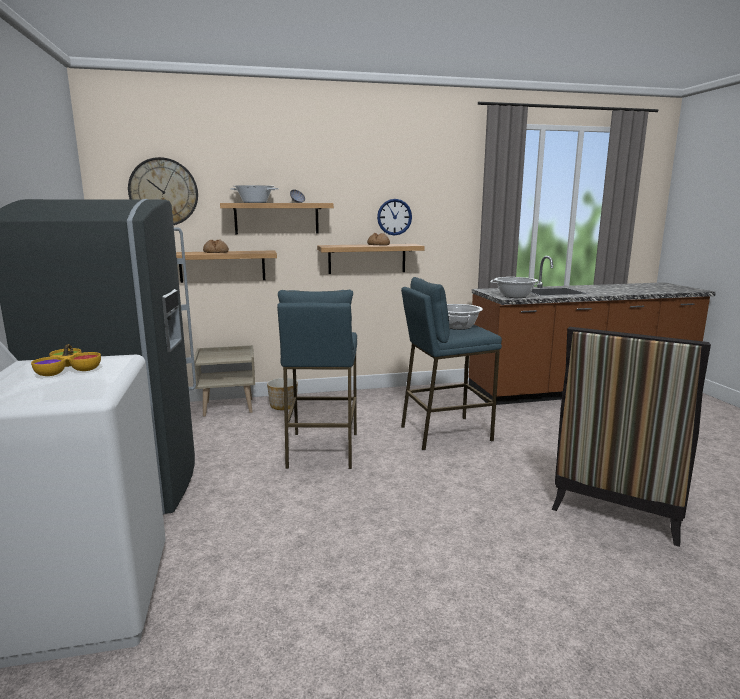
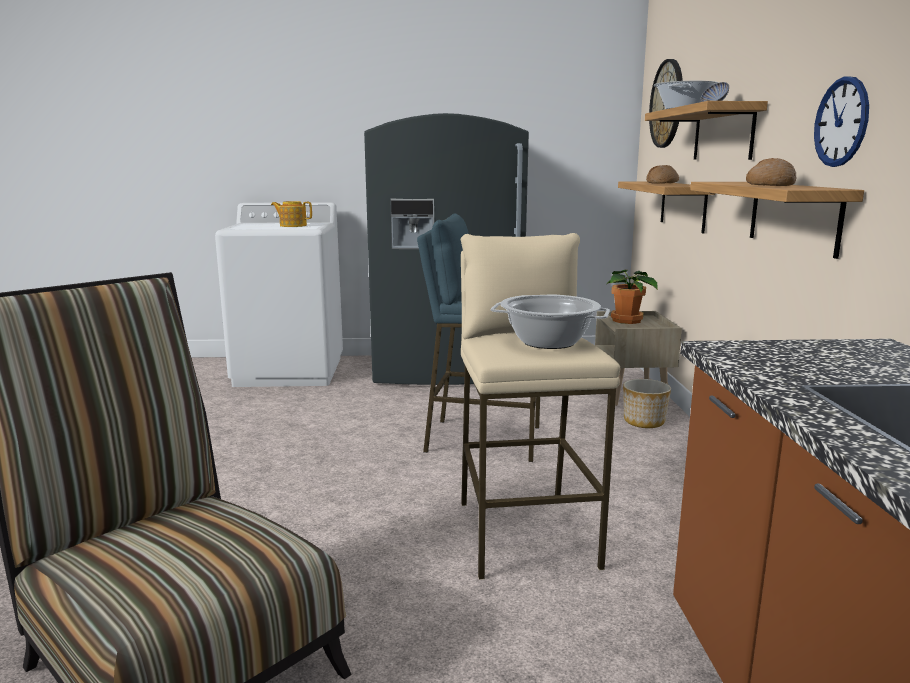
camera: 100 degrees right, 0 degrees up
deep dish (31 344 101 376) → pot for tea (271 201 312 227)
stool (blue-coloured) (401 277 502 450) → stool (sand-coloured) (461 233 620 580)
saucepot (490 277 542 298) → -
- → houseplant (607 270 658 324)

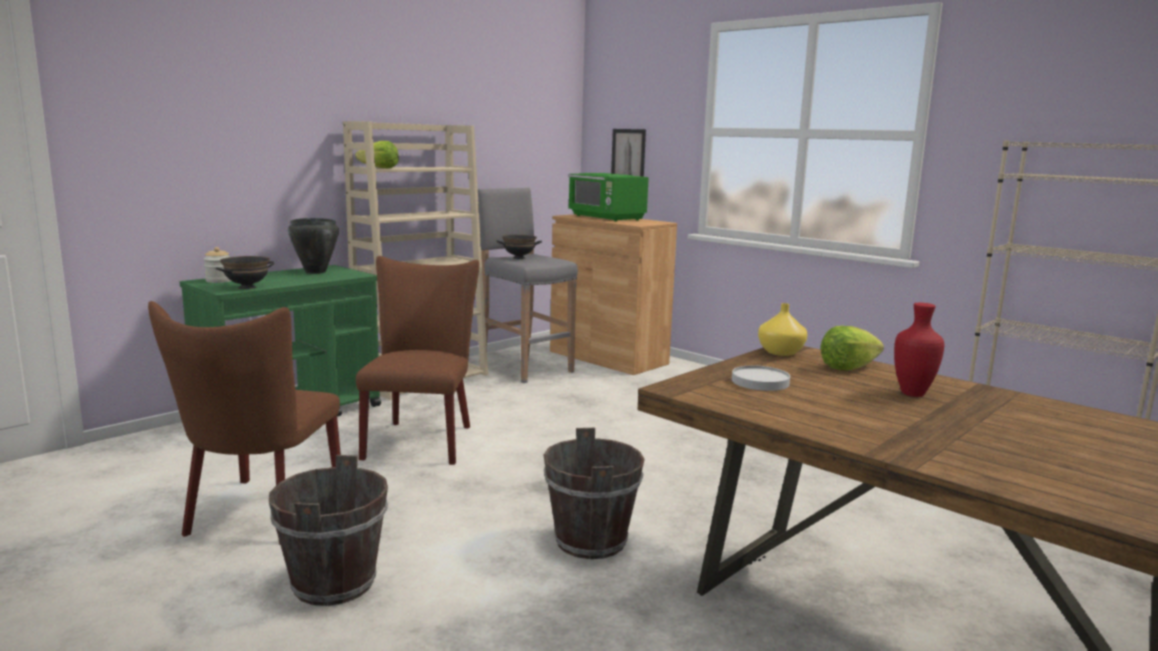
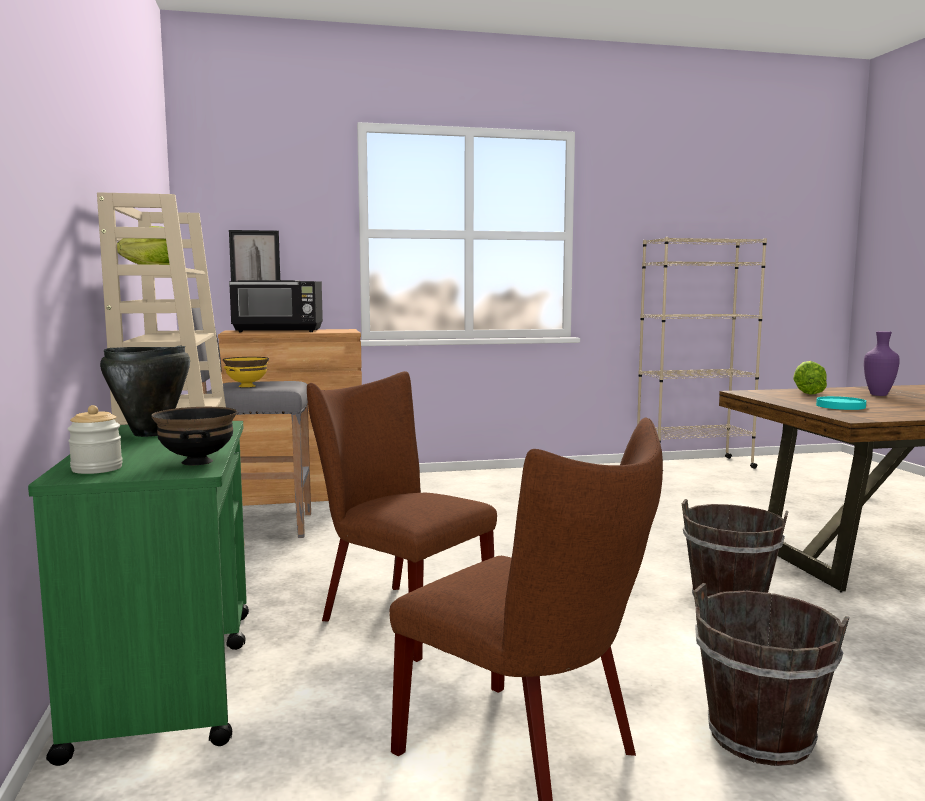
camera: 55 degrees left, 5 degrees down
deep dish (blackish) (497 235 542 259) → deep dish (yellow-coloured) (223 357 269 387)
microwave oven (green) (568 173 649 222) → microwave oven (blackish) (229 280 323 332)
flat dish (white-coloured) (732 366 790 391) → flat dish (turquoise) (816 396 866 410)
flower vase (yellow-coloured) (758 303 807 356) → -
flower vase (reddish) (894 303 944 397) → flower vase (purple-coloured) (864 331 900 396)

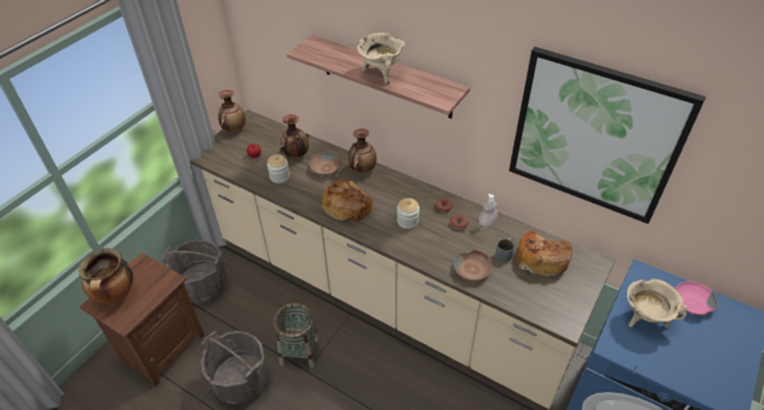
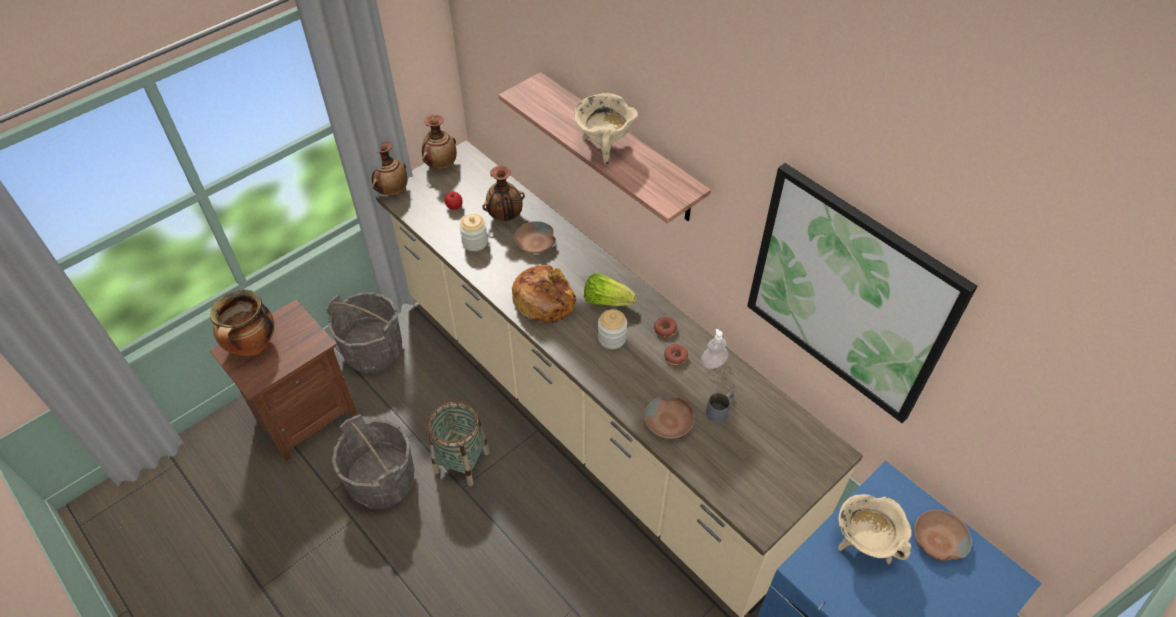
camera: 15 degrees right, 5 degrees up
flower vase (348 129 377 173) → flower vase (372 142 407 195), moved
baked bread (517 231 572 276) → -
deep dish (pink) (675 281 718 316) → deep dish (brown) (914 510 972 561)
- → lettuce head (584 273 637 306)

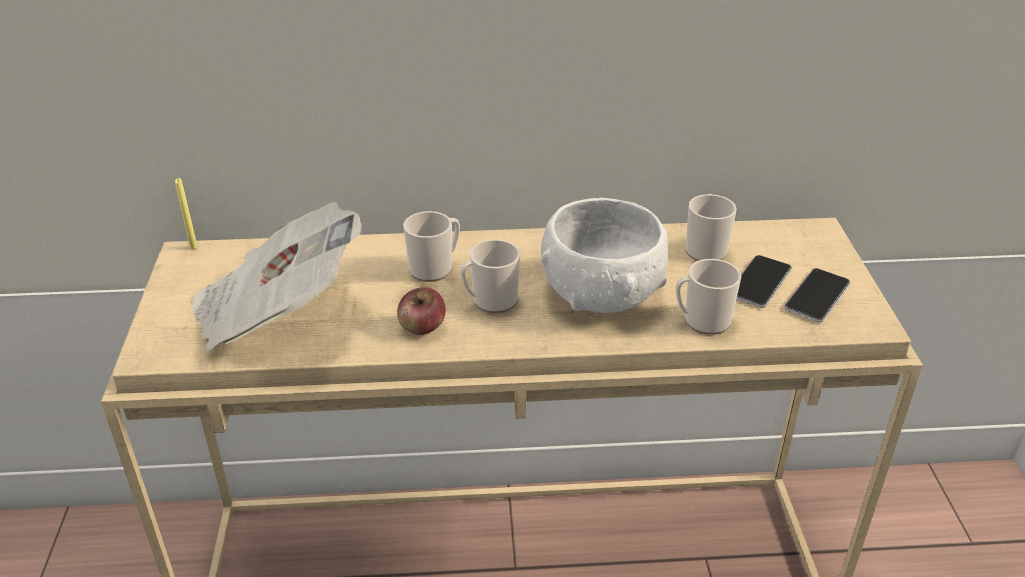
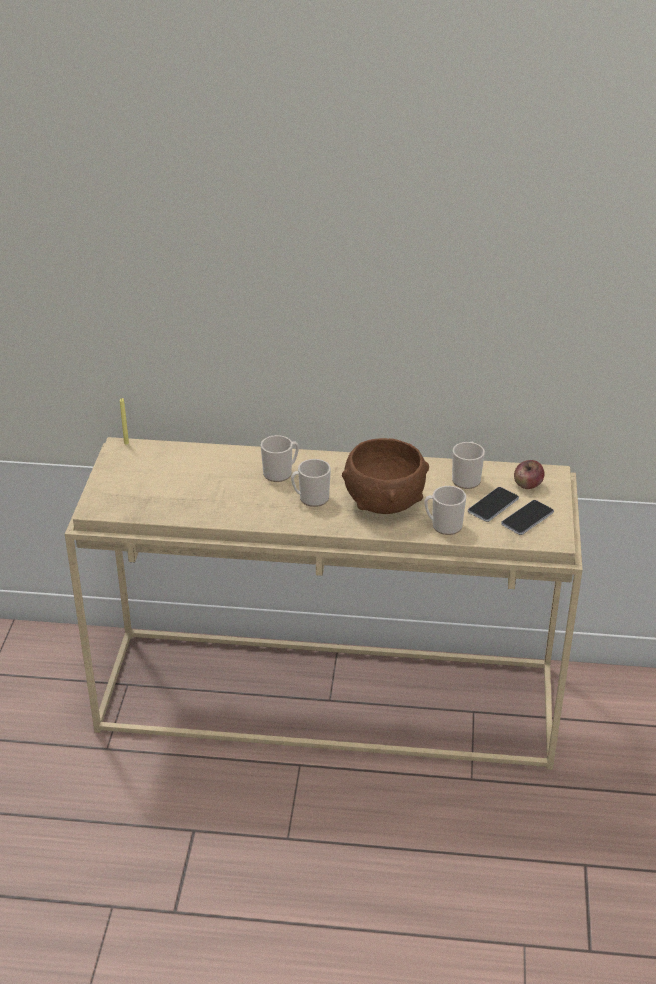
camera: 10 degrees right, 0 degrees up
printed paper (191 202 362 351) → -
apple (397 287 446 335) → apple (514 460 545 489), moved
deep dish (white-coloured) (541 198 668 313) → deep dish (brown) (342 438 429 514)

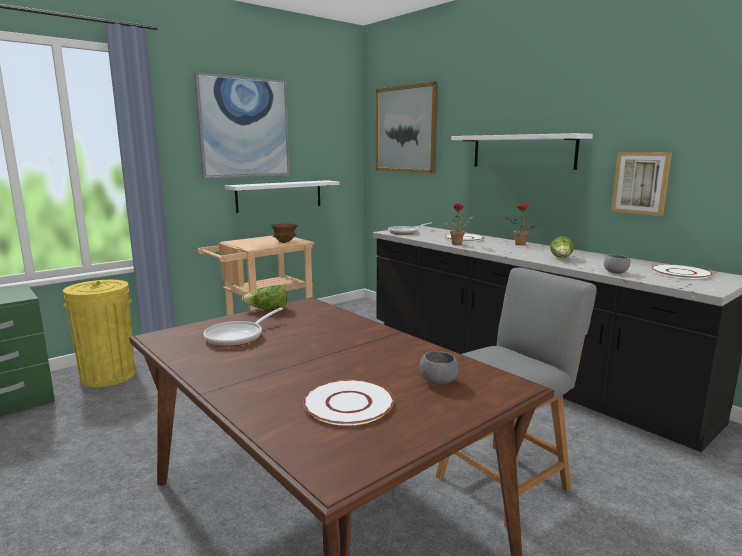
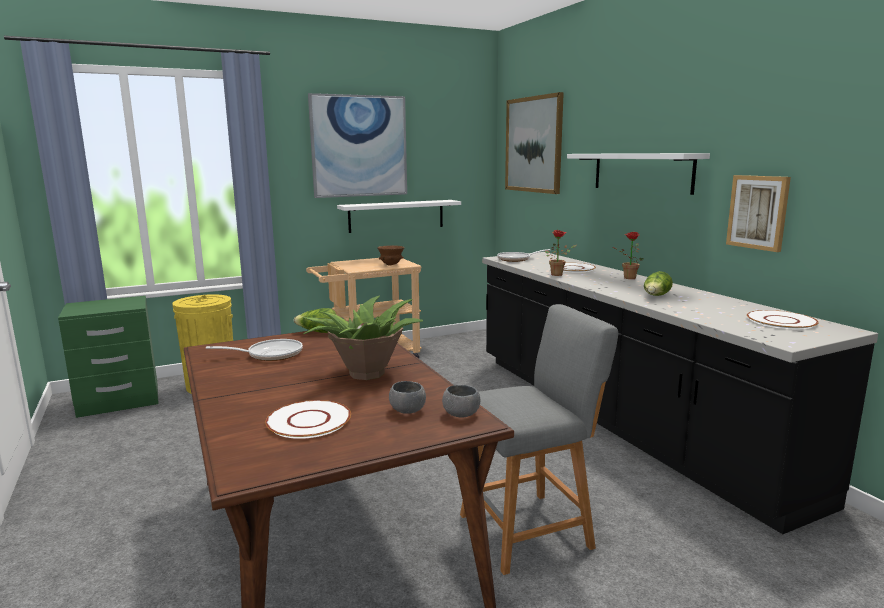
camera: 15 degrees right, 0 degrees up
pan (203 308 283 347) → pan (206 339 303 361), 150 degrees counterclockwise
deep dish (greyish) (604 255 630 274) → deep dish (greyish) (442 385 480 418), moved
- → houseplant (303 295 423 380)

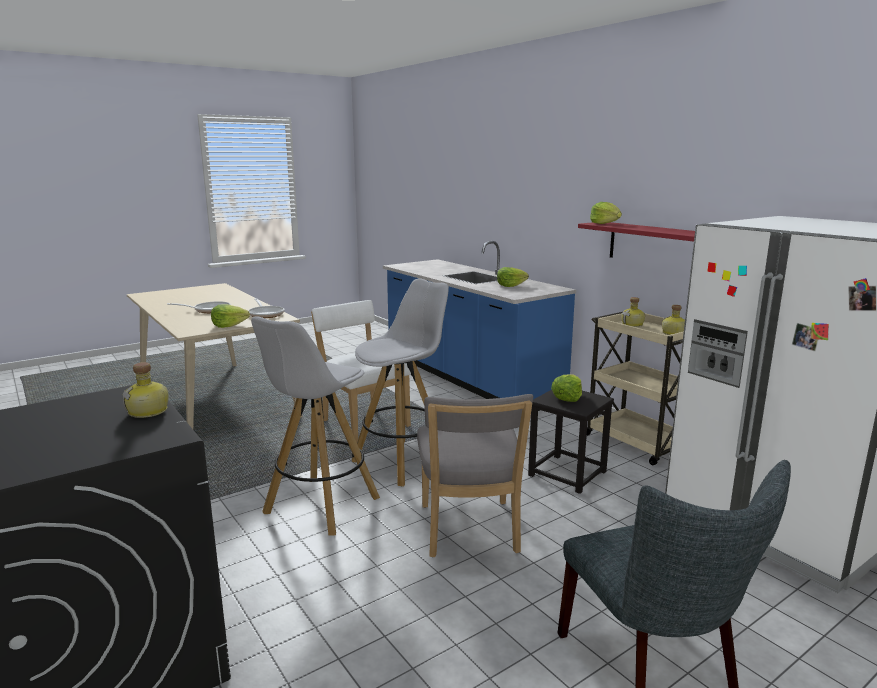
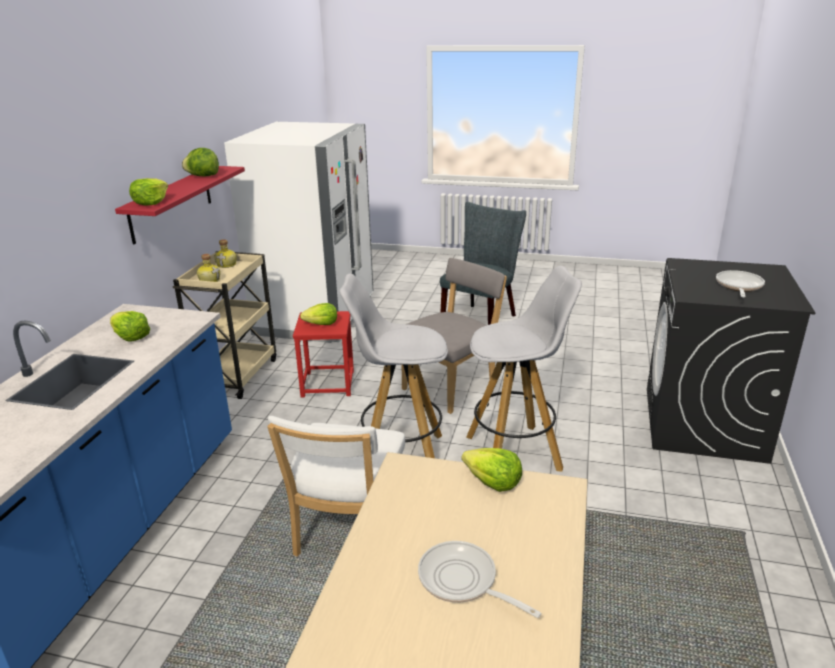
camera: 130 degrees left, 10 degrees up
drink bottle (123 362 169 418) → -
pan (248 298 285 318) → pan (716 270 765 297), moved
stool (blackish) (528 390 614 494) → stool (reddish) (293 311 354 397)
- → lettuce head (182 148 219 177)

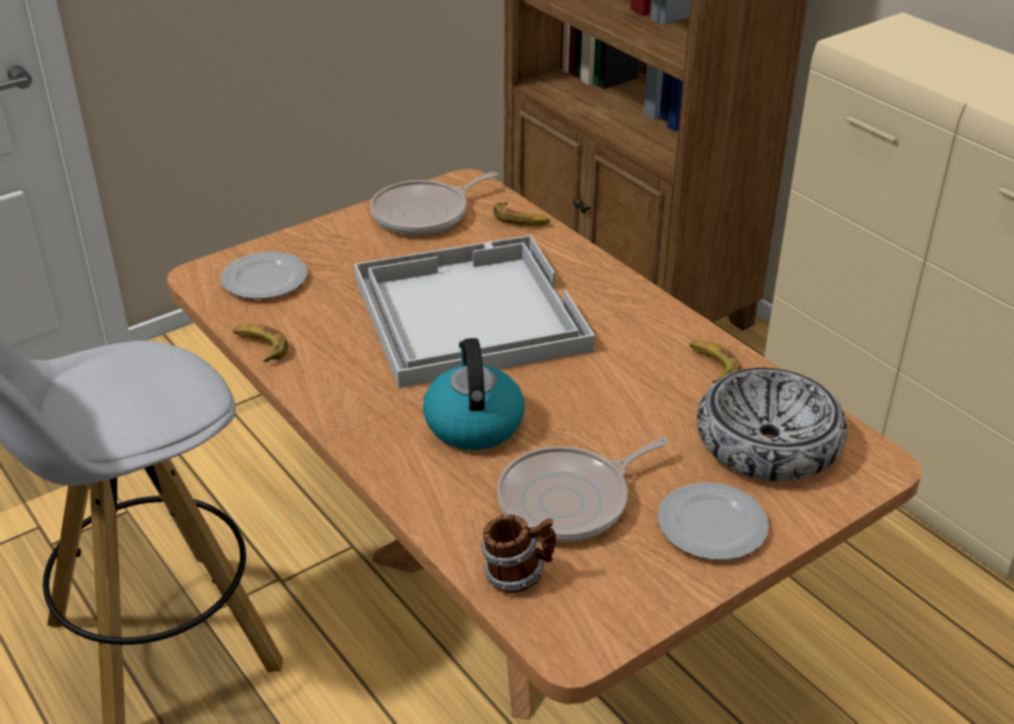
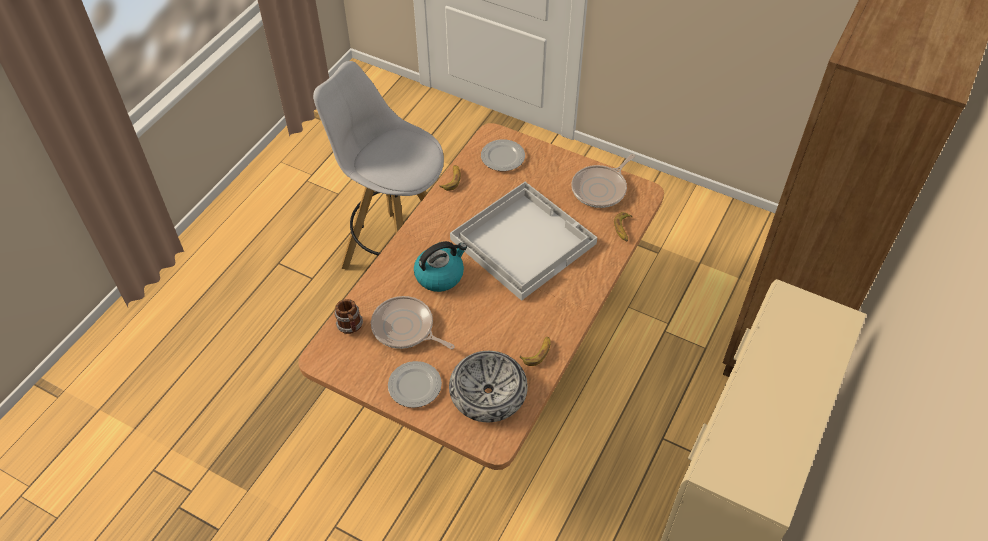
camera: 65 degrees right, 15 degrees up
pan (370 172 498 235) → pan (571 154 635 208), 75 degrees counterclockwise

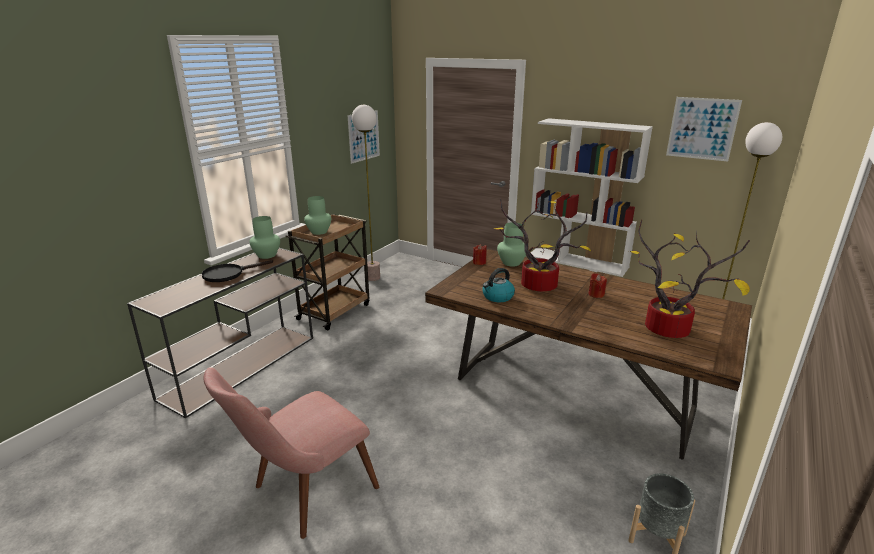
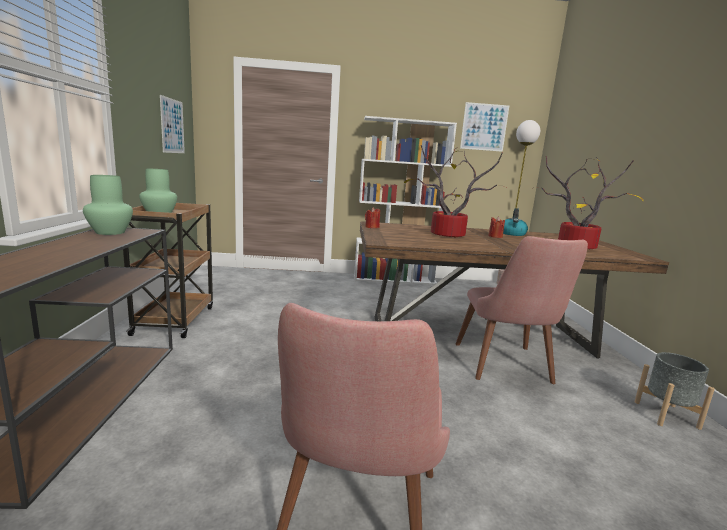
camera: 35 degrees left, 10 degrees down
pan (blackish) (202 260 273 282) → -
standard lamp (352 105 380 281) → -
water kettle (482 268 515 302) → water kettle (503 208 528 236), moved
flower vase (green) (497 222 526 267) → -
- → chair (pink) (455 236 588 384)

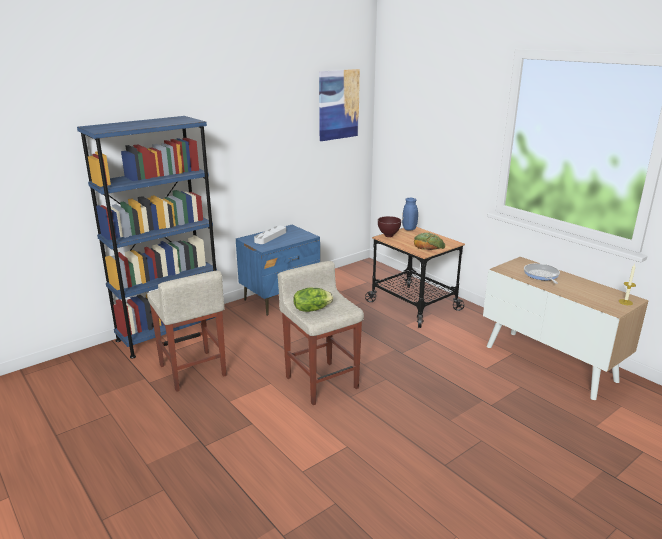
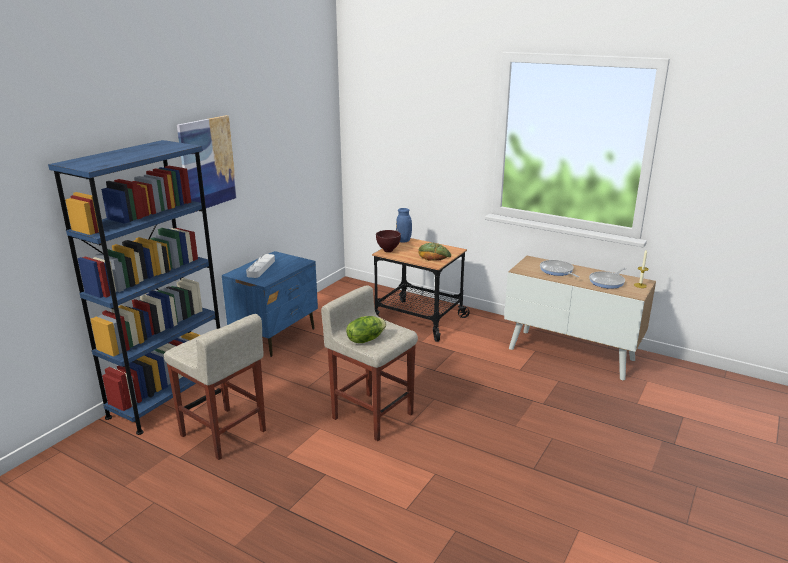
camera: 20 degrees left, 0 degrees up
picture (319 69 360 141) → picture (177 115 237 213), moved
- → pan (589 268 626 289)

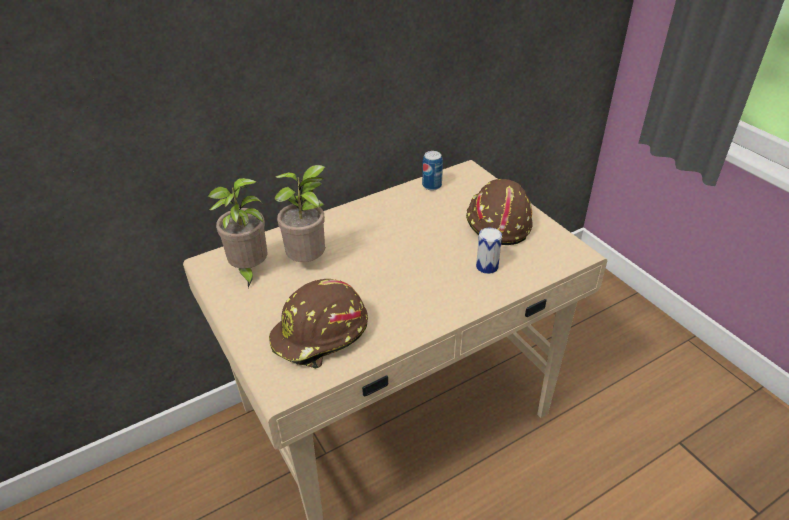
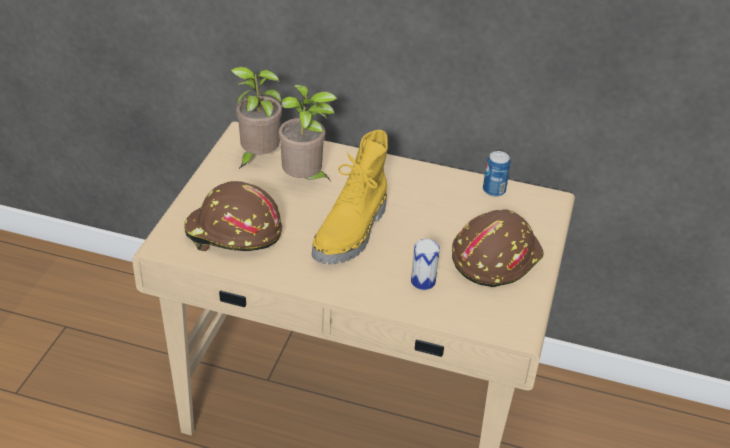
camera: 45 degrees right, 0 degrees up
- → boot (yellow-coloured) (312 130 388 265)

